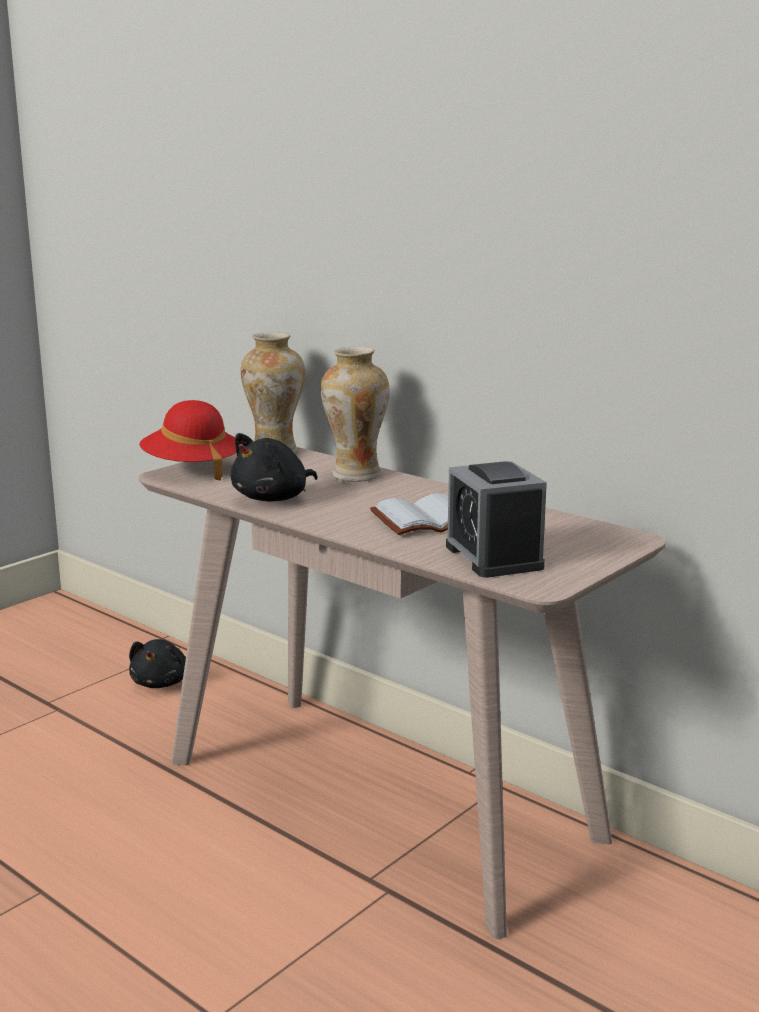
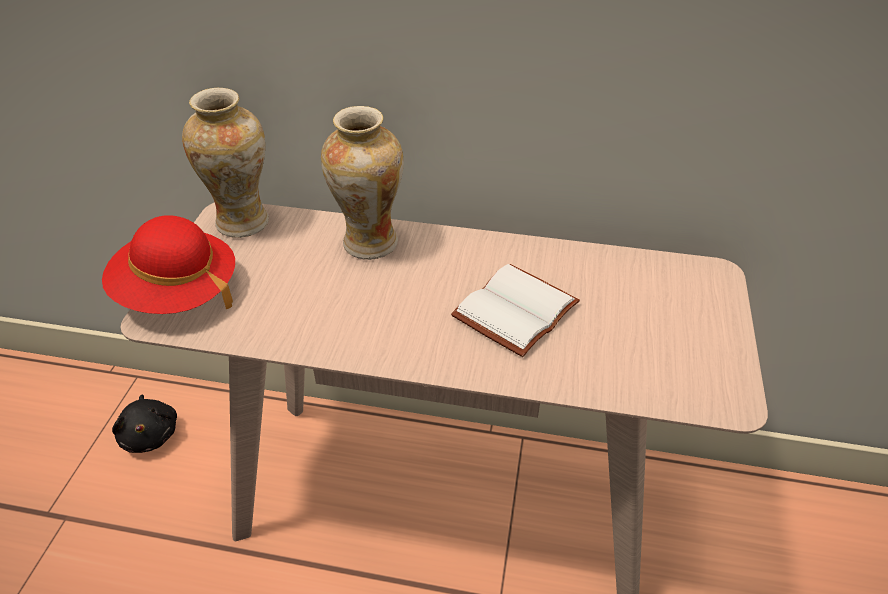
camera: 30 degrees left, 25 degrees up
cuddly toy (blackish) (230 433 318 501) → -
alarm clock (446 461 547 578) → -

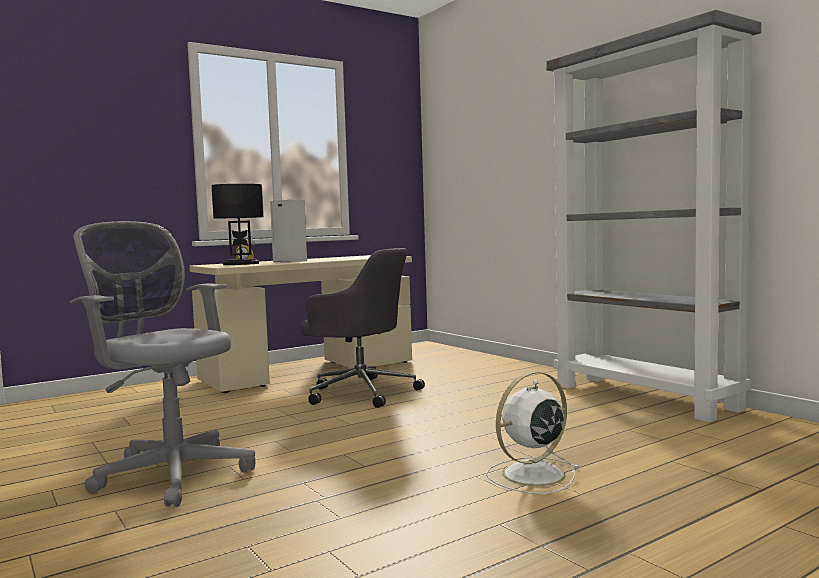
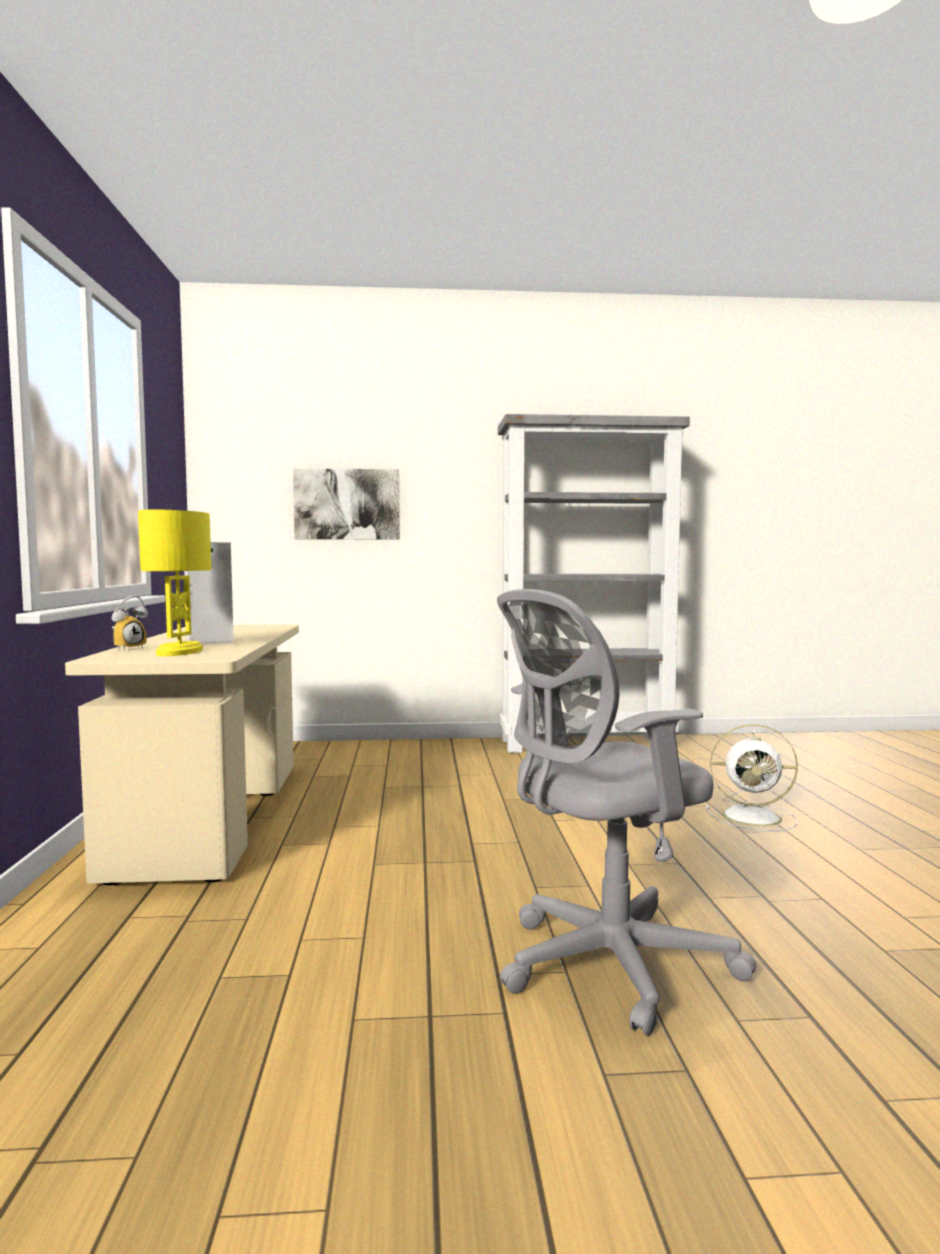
camera: 60 degrees left, 0 degrees up
table lamp (blackish) (212 184 263 265) → table lamp (yellow-coloured) (138 509 211 656)
office chair (greyish) (301 248 425 408) → -
fan (white-coloured) (486 371 581 494) → fan (white-coloured) (705 724 798 831), 75 degrees counterclockwise
- → picture (293 469 400 539)

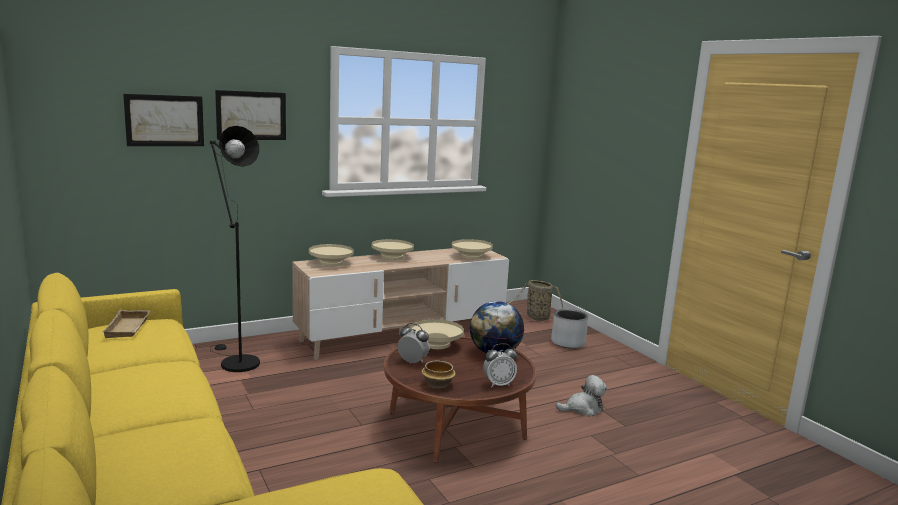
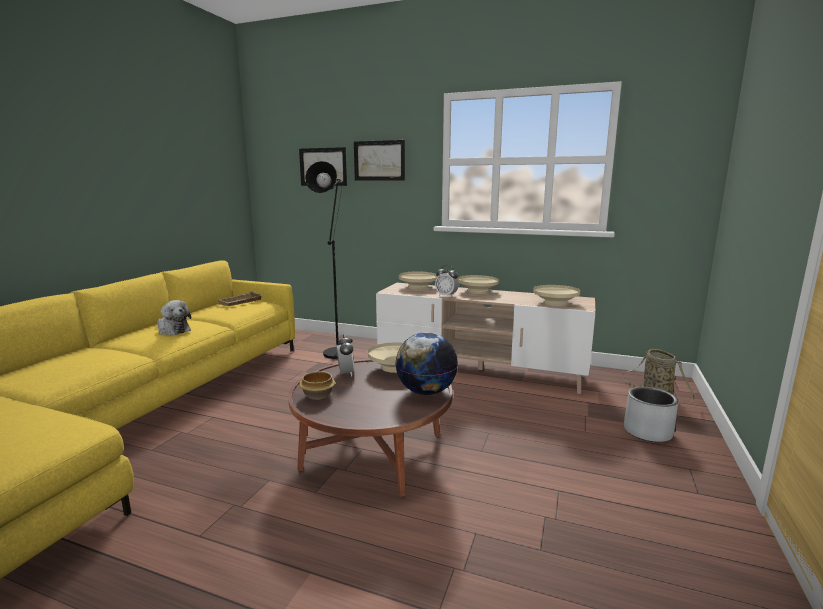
camera: 50 degrees right, 0 degrees up
alarm clock (483 343 517 387) → alarm clock (435 265 459 298), moved
cuddly toy (555 375 607 416) → cuddly toy (157 300 191 335), moved

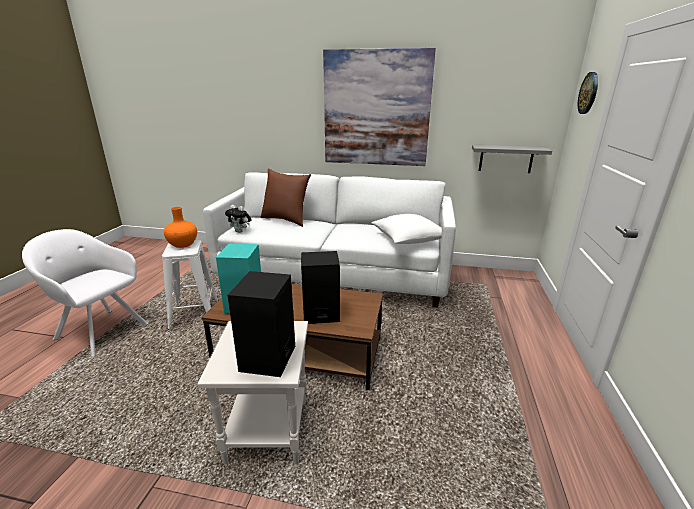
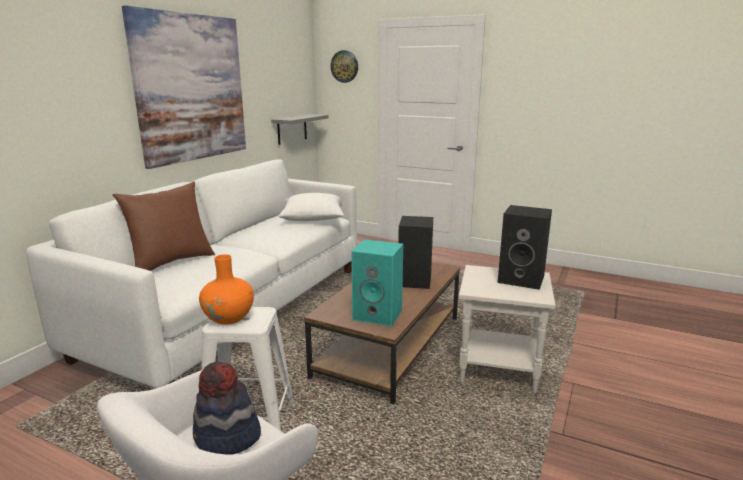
camera: 75 degrees left, 5 degrees down
cuddly toy (225 205 252 233) → -
- → hat (193 362 261 455)

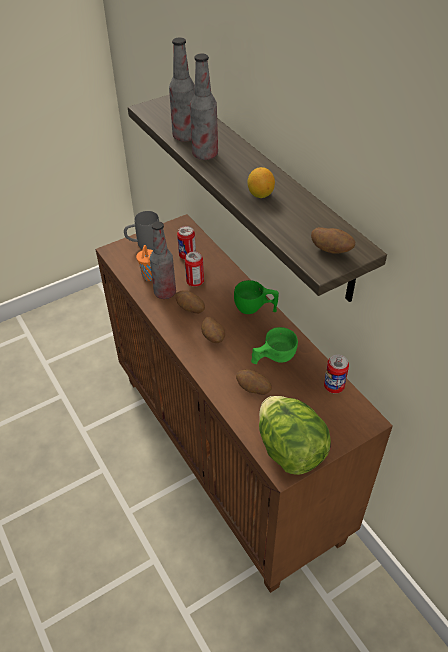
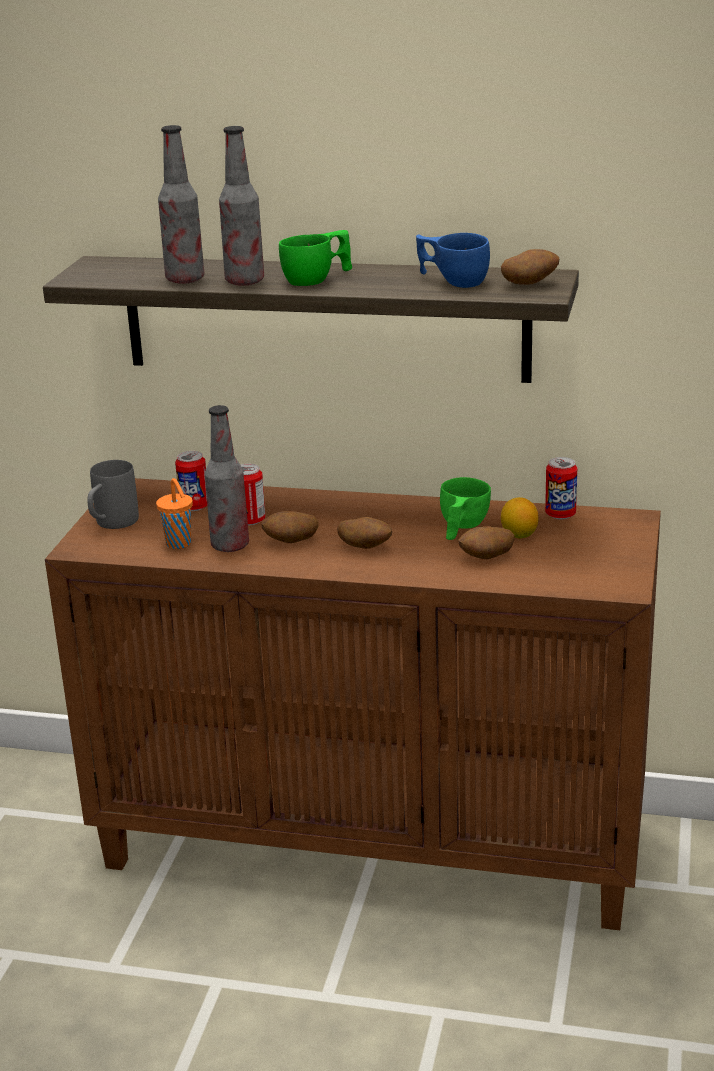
camera: 45 degrees left, 20 degrees down
small cup (green) (234 280 279 314) → small cup (green) (279 230 352 286), moved
whole lemon (248 167 275 198) → whole lemon (501 497 539 538), moved
lettuce head (259 396 331 475) → -
- → small cup (blue-coloured) (416 233 490 288)

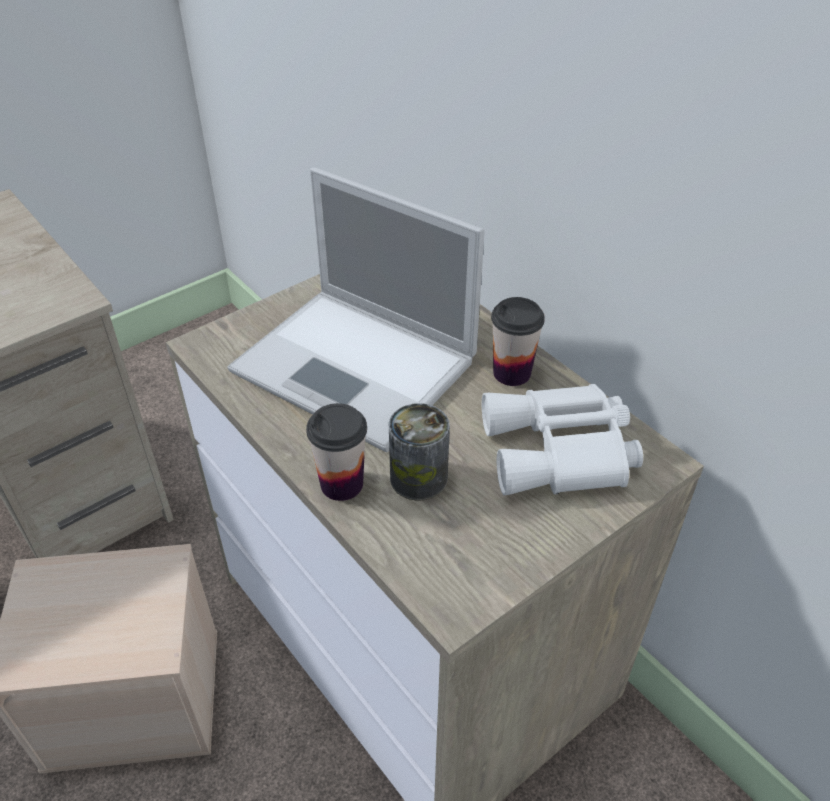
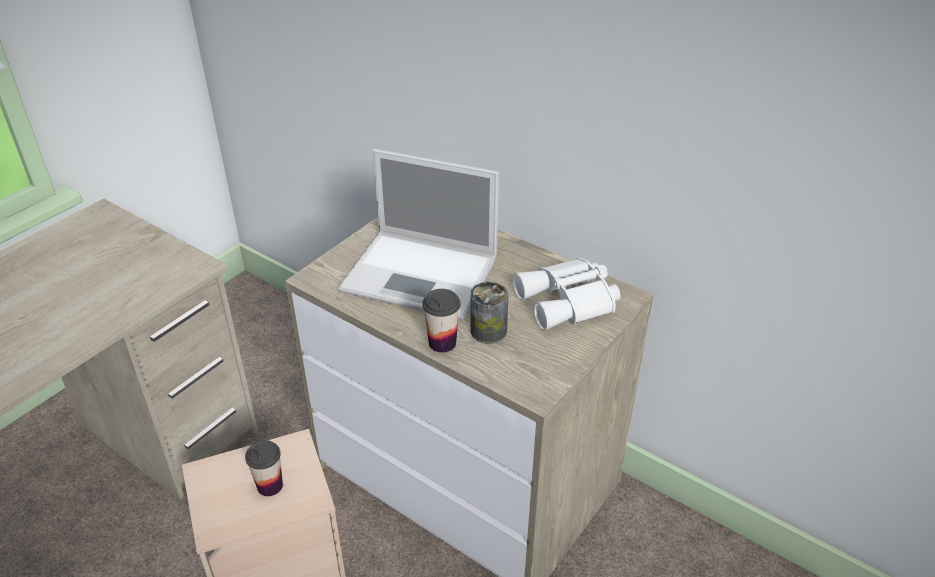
camera: 15 degrees left, 5 degrees down
small cup (491 297 545 386) → small cup (245 440 283 496), moved

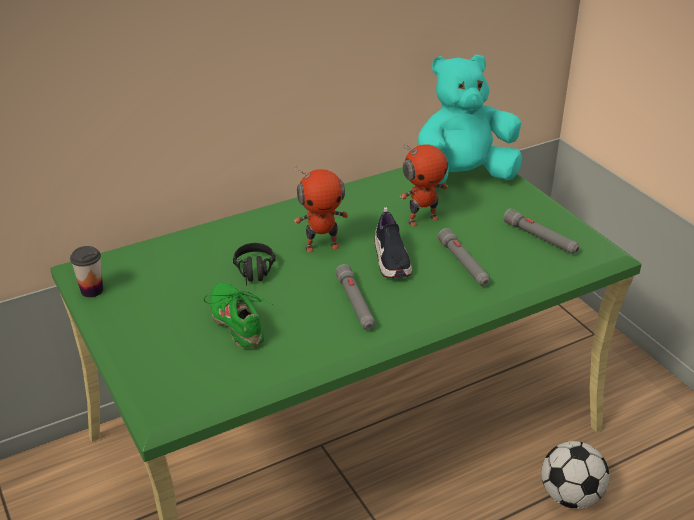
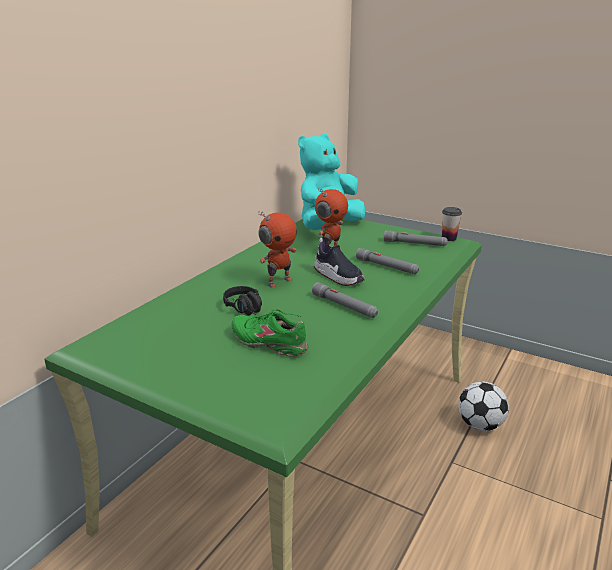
camera: 30 degrees left, 10 degrees down
small cup (70 246 103 298) → small cup (442 207 462 241), moved

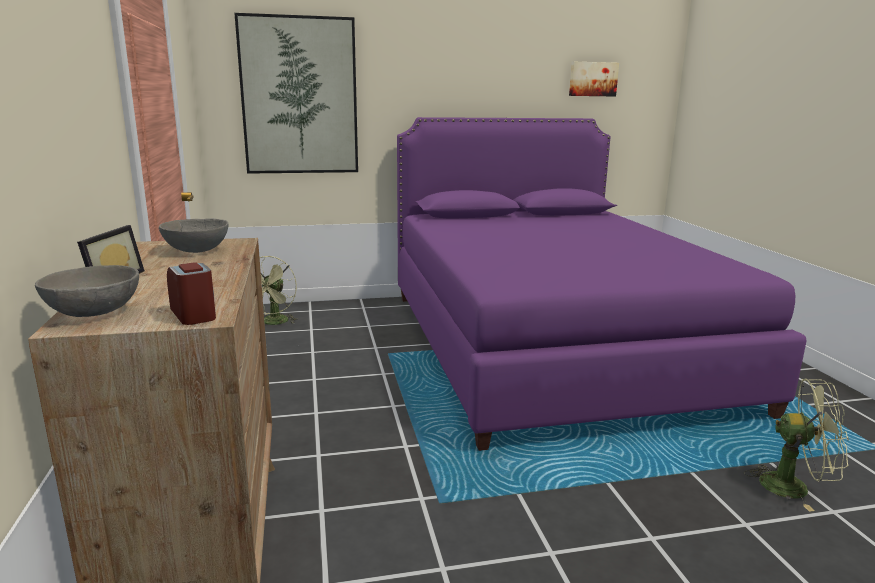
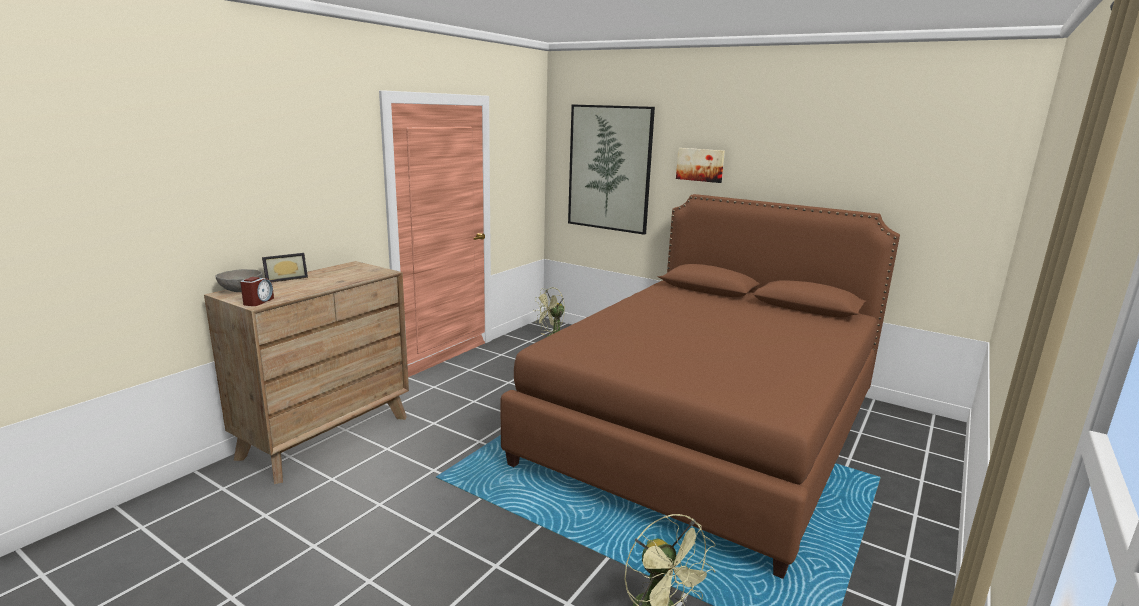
camera: 45 degrees right, 0 degrees up
deep dish (greyish) (159 218 228 253) → -
bedroom bed (purple-coloured) (397 117 806 451) → bedroom bed (brown) (501 194 900 579)
picture (569 62 619 96) → picture (676 148 725 183), moved

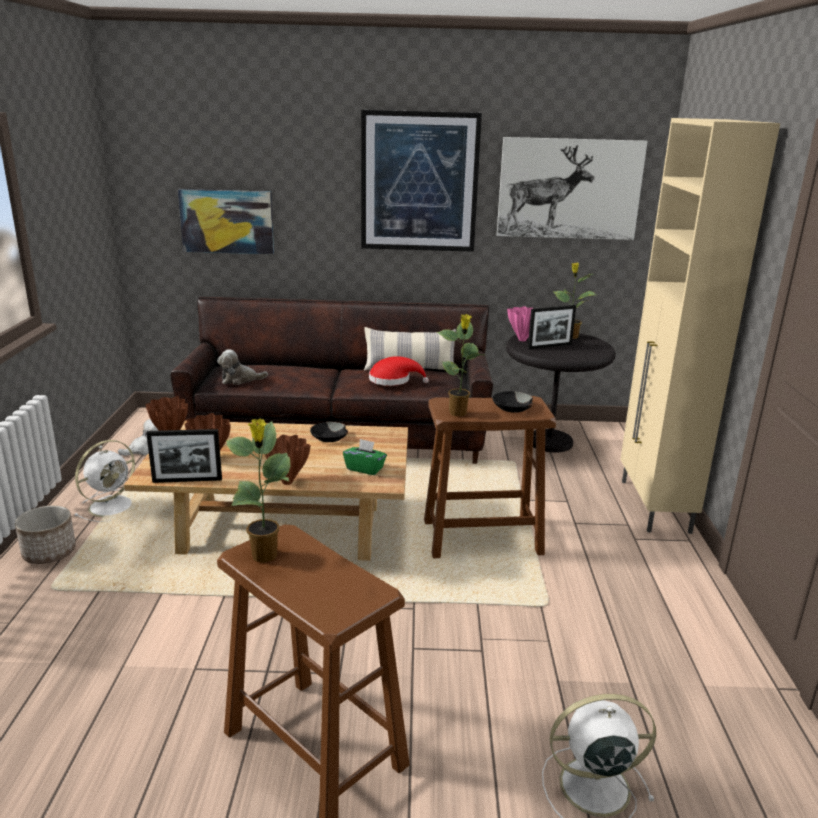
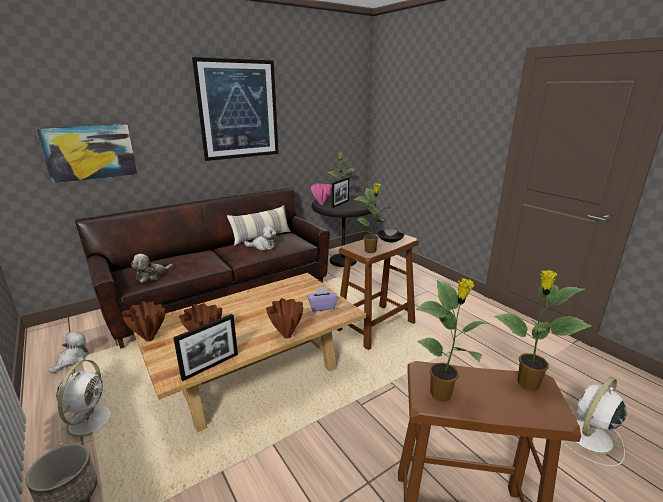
camera: 35 degrees left, 0 degrees up
deep dish (blackish) (310 422 348 442) → -
tissue holder (green) (343 439 387 475) → tissue holder (purple-coloured) (307 286 338 312)
hat (reddish) (369 356 429 386) → cuddly toy (244 225 276 250)
picture (497 137 648 240) → -
cupboard (sand-coloured) (620 118 780 534) → -
- → houseplant (494 270 591 391)

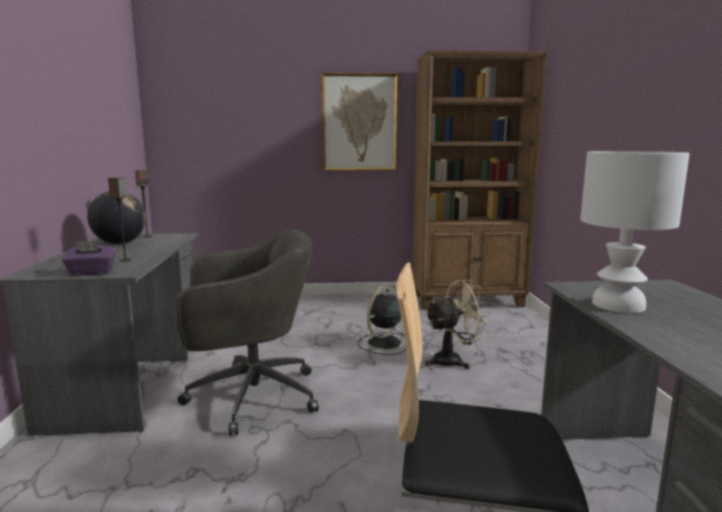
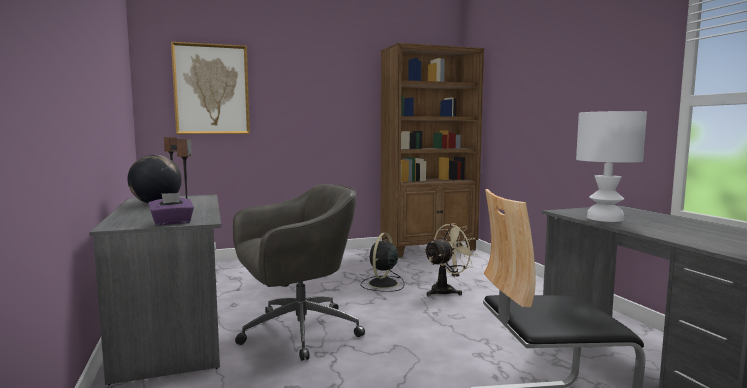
camera: 15 degrees left, 5 degrees down
picture (321 72 399 171) → picture (171 42 250 134), moved

